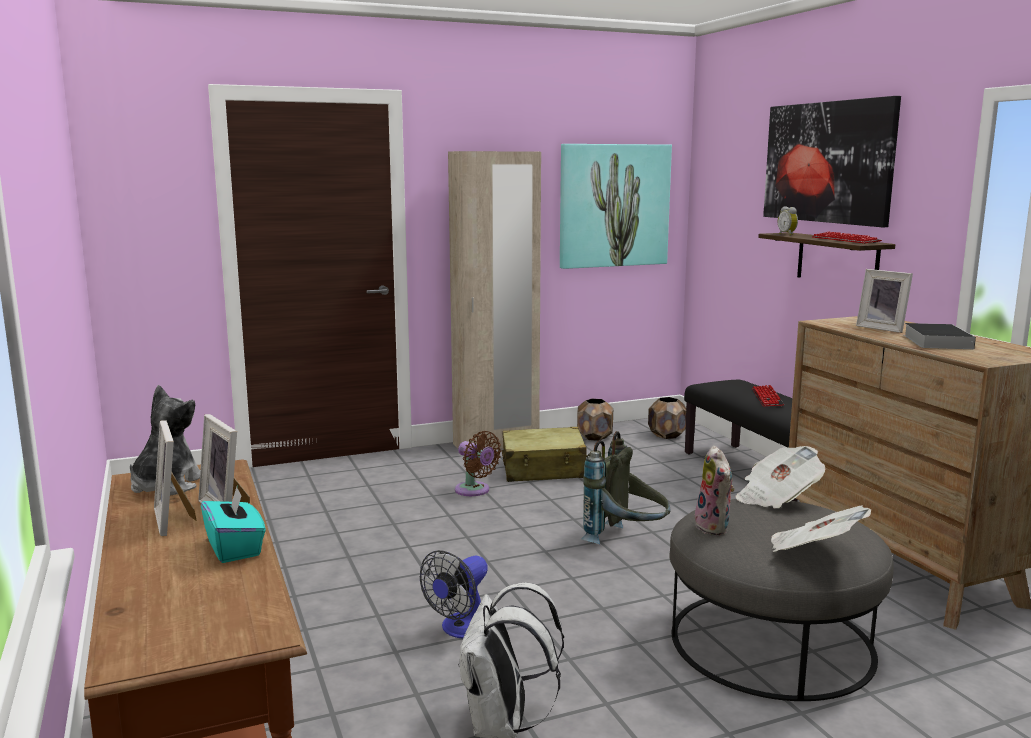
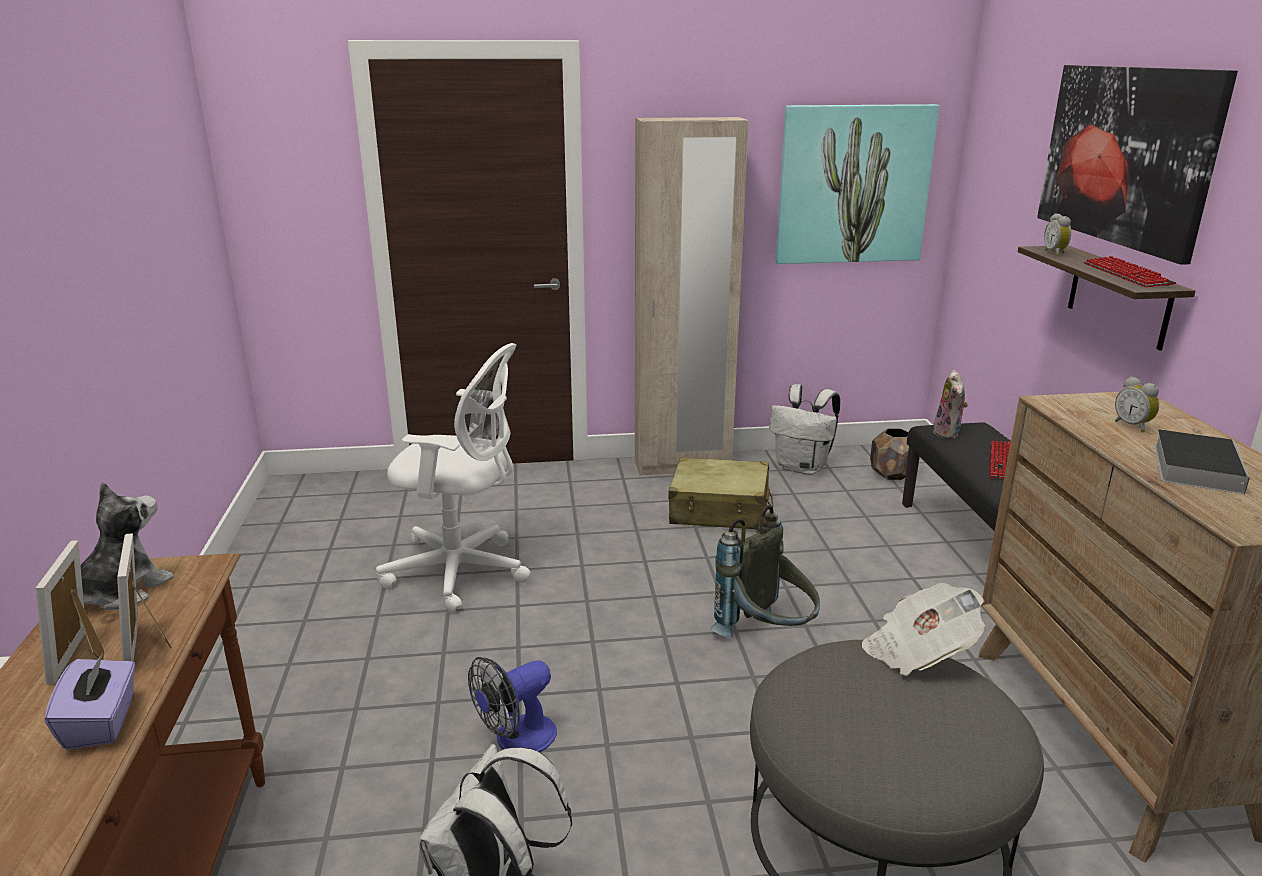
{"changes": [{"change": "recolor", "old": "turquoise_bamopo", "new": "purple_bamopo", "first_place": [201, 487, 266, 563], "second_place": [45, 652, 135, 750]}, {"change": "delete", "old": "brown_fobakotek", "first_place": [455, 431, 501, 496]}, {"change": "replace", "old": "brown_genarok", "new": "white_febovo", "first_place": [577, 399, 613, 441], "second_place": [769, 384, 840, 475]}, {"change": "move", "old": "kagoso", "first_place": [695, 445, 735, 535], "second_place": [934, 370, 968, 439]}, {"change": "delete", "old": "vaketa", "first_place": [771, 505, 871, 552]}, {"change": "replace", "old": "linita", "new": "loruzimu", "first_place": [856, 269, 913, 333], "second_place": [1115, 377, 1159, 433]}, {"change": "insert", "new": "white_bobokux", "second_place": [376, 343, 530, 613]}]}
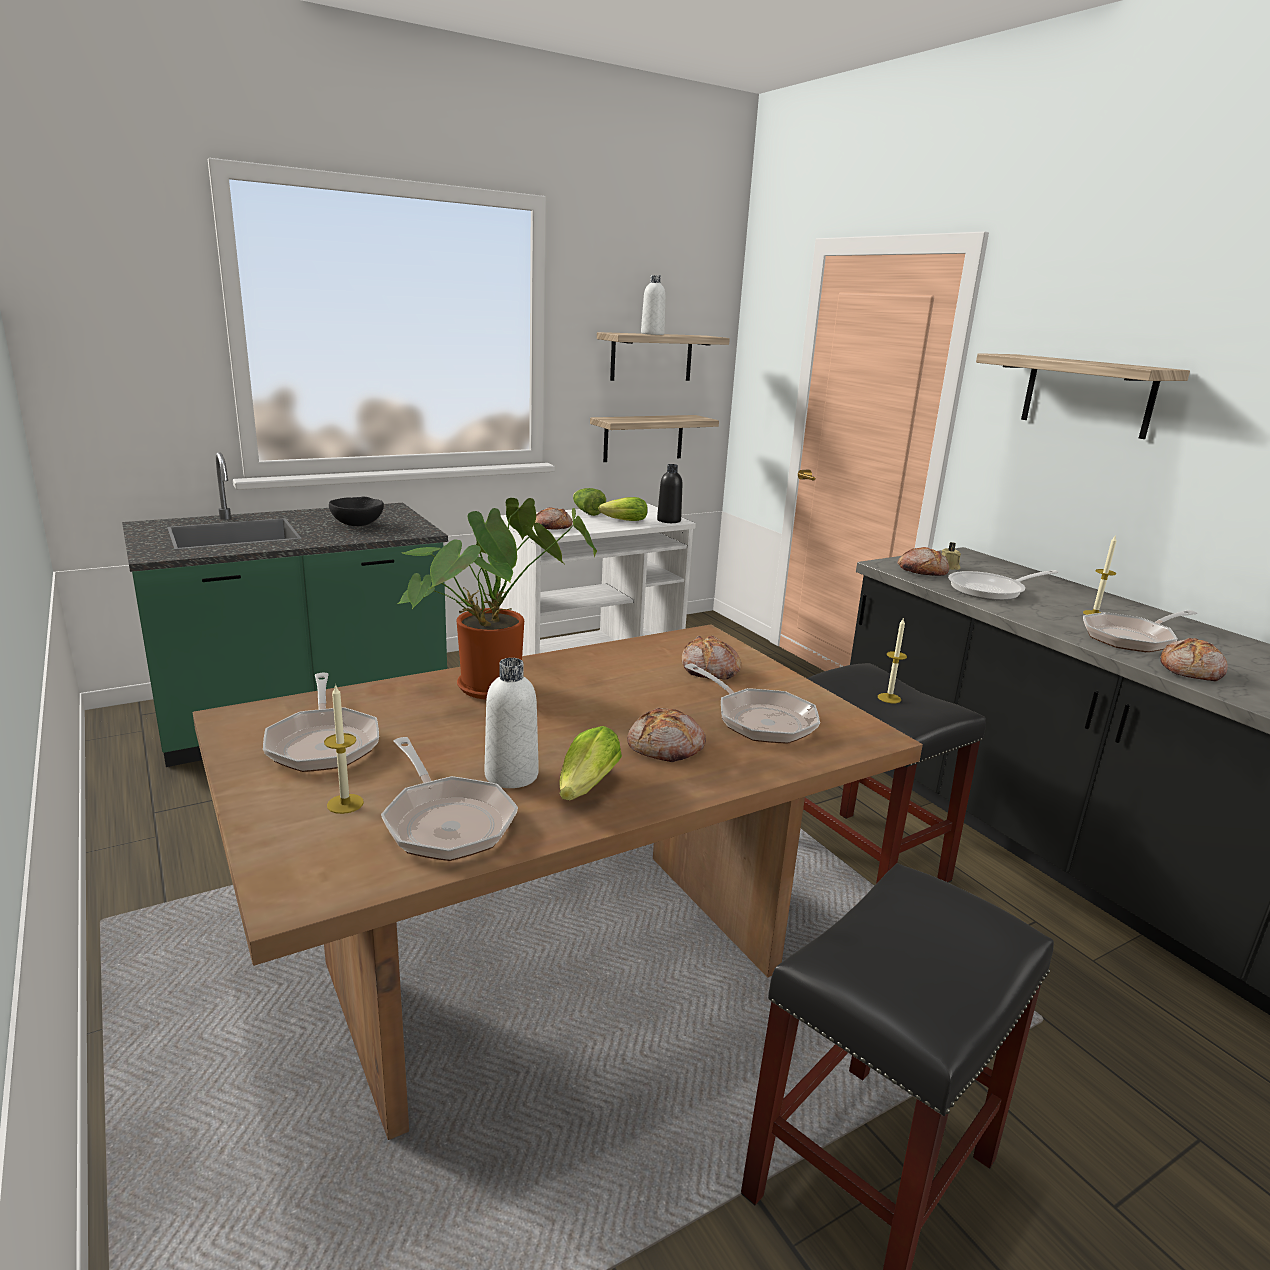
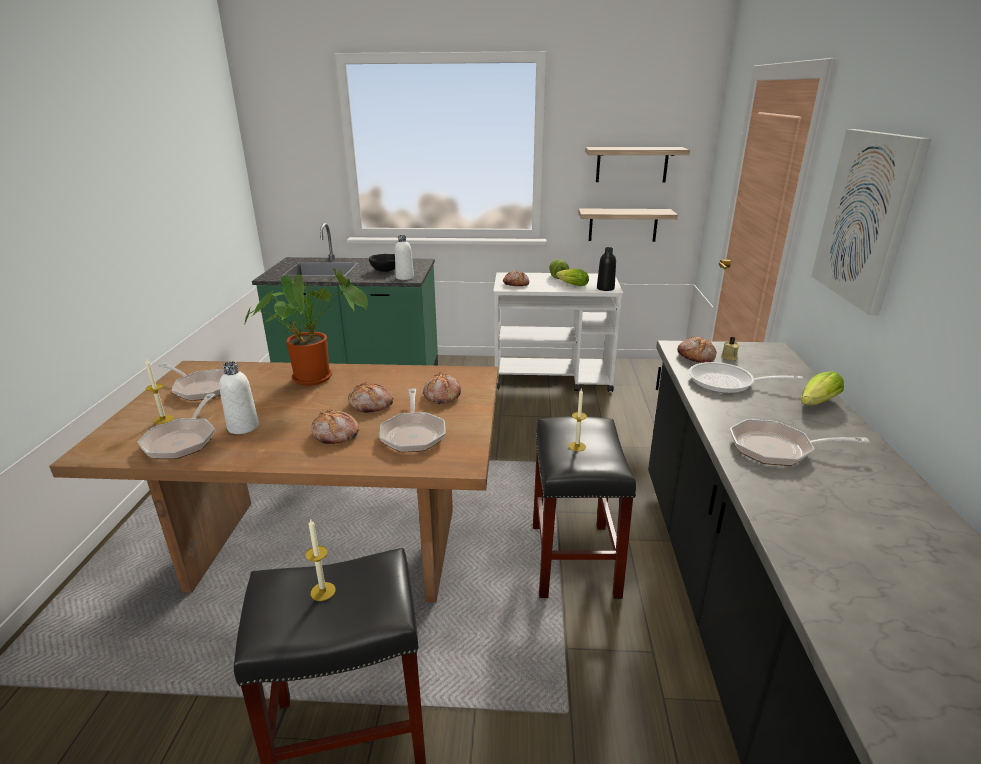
{"changes": [{"change": "rotate", "old": "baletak", "first_place": [263, 673, 379, 772], "second_place": [158, 363, 224, 401], "degrees": -75}, {"change": "move", "old": "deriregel", "first_place": [559, 726, 622, 800], "second_place": [801, 371, 844, 405]}, {"change": "move", "old": "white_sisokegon", "first_place": [641, 275, 665, 335], "second_place": [395, 235, 414, 280]}, {"change": "replace", "old": "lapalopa", "new": "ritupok", "first_place": [976, 353, 1190, 439], "second_place": [811, 129, 931, 315]}, {"change": "move", "old": "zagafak", "first_place": [1083, 536, 1117, 615], "second_place": [305, 518, 336, 601]}, {"change": "move", "old": "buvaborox", "first_place": [1160, 638, 1228, 681], "second_place": [348, 382, 393, 413]}]}
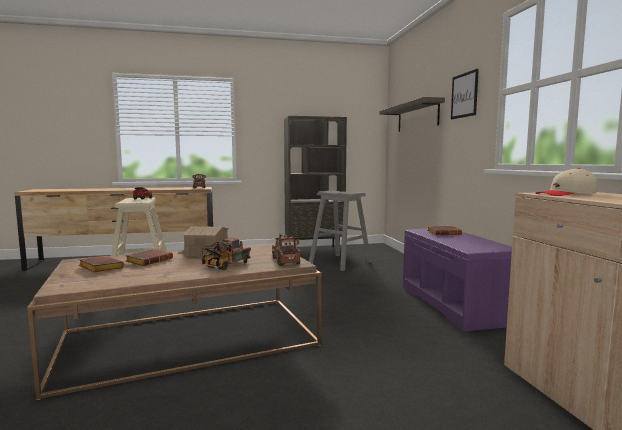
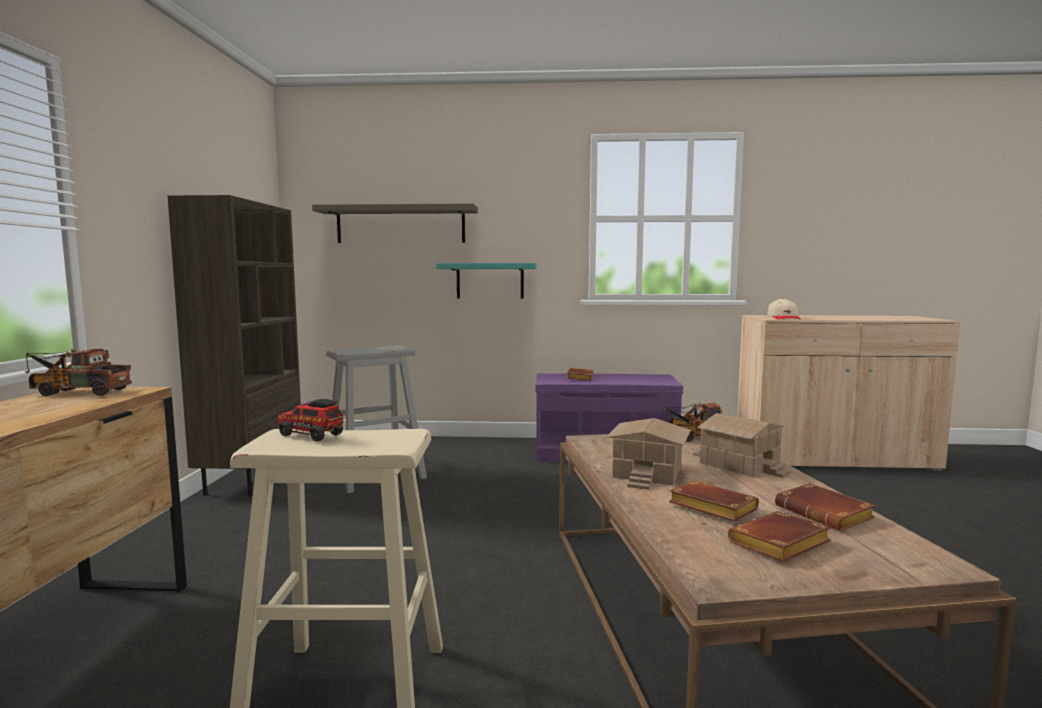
{"changes": [{"change": "replace", "old": "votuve", "new": "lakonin", "first_place": [202, 238, 251, 270], "second_place": [693, 413, 792, 478]}, {"change": "delete", "old": "ritupok", "first_place": [451, 69, 479, 119]}, {"change": "insert", "new": "turquoise_lapalopa", "second_place": [436, 263, 537, 299]}, {"change": "insert", "new": "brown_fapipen", "second_place": [775, 483, 875, 531]}]}
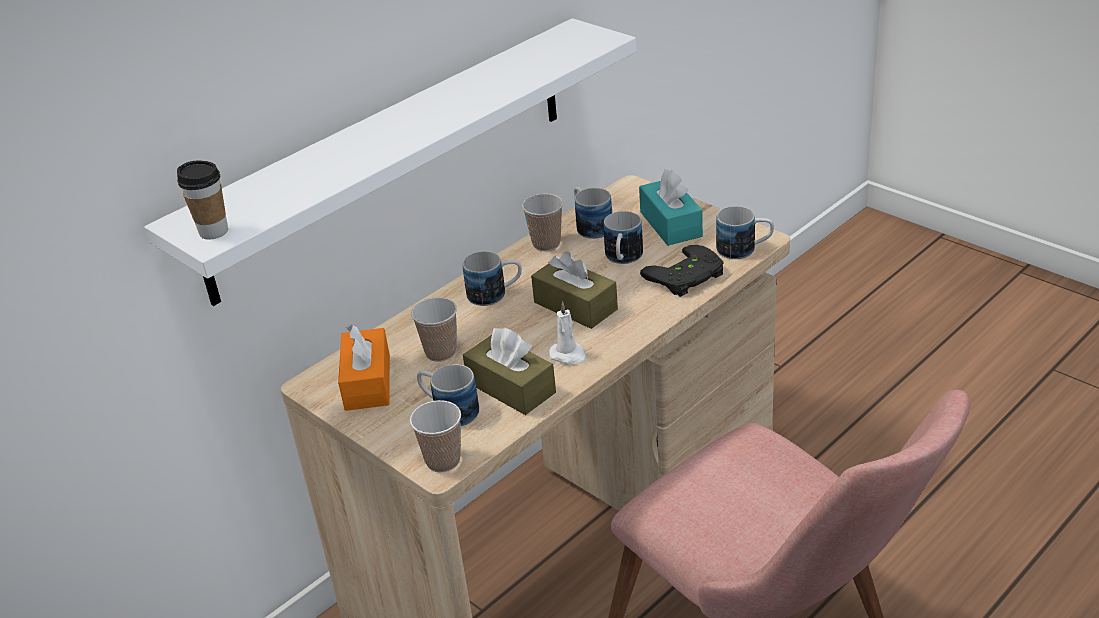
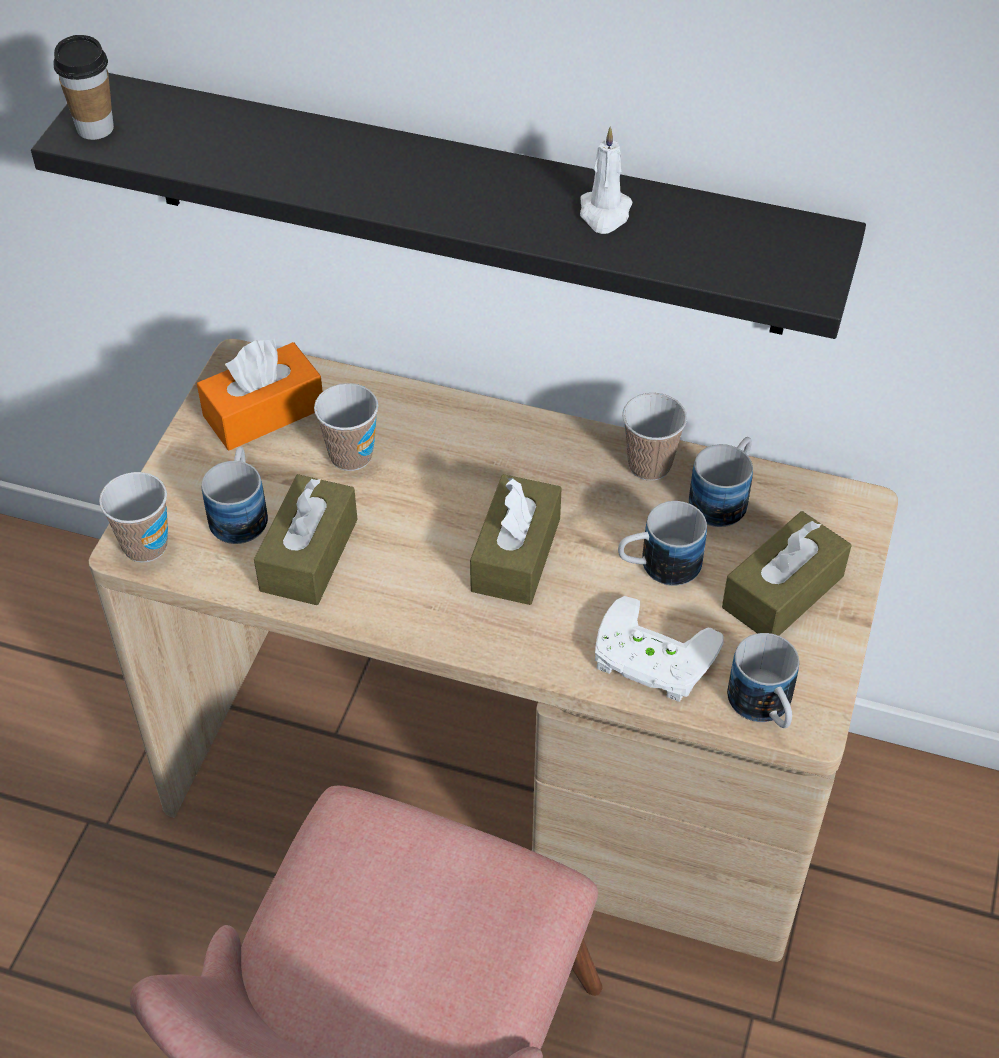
{"changes": [{"change": "recolor", "old": "white_lapalopa", "new": "black_lapalopa", "first_place": [144, 18, 636, 306], "second_place": [31, 73, 866, 339]}, {"change": "delete", "old": "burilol", "first_place": [463, 251, 522, 306]}, {"change": "move", "old": "white_zagafak", "first_place": [549, 301, 587, 365], "second_place": [580, 127, 633, 234]}, {"change": "recolor", "old": "turquoise_bamopo", "new": "brown_bamopo", "first_place": [639, 169, 703, 246], "second_place": [722, 511, 852, 636]}, {"change": "recolor", "old": "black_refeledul", "new": "white_refeledul", "first_place": [640, 245, 724, 297], "second_place": [595, 596, 724, 702]}]}
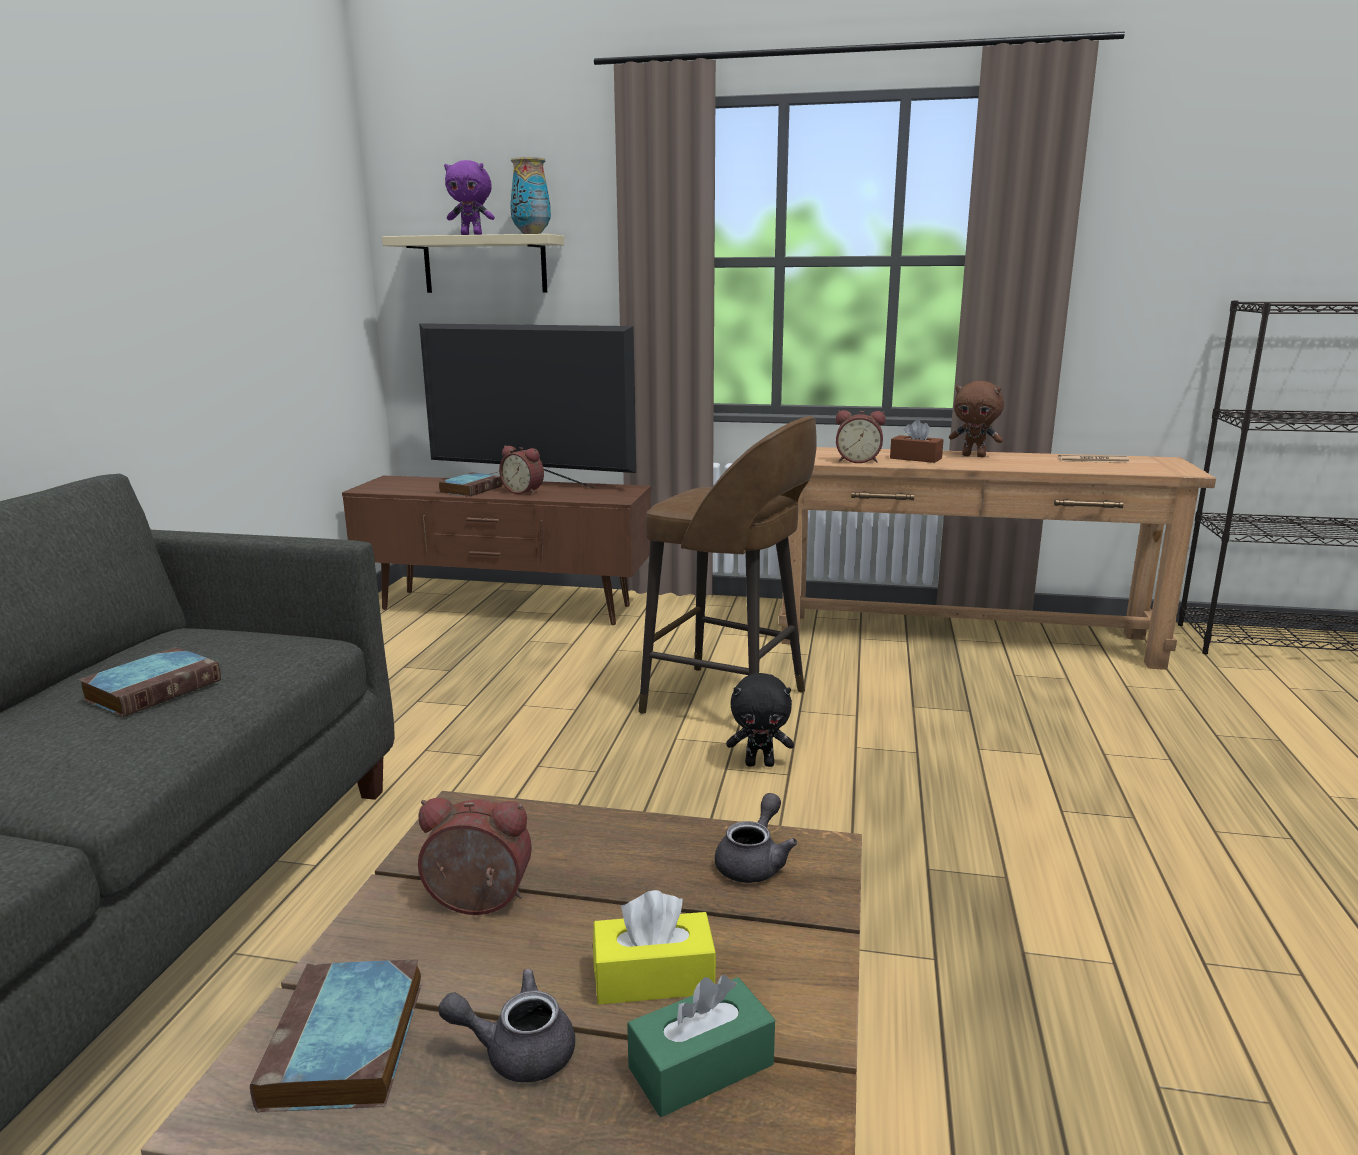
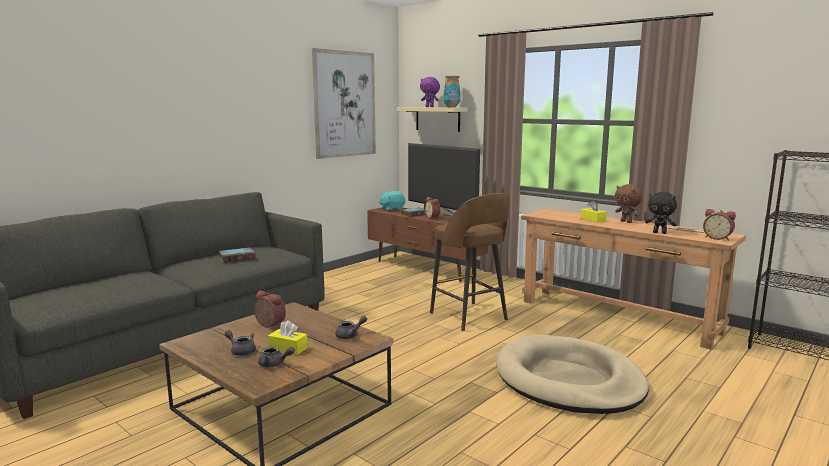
{"changes": [{"change": "delete", "old": "fapipen", "first_place": [250, 960, 421, 1112]}, {"change": "replace", "old": "green_bamopo", "new": "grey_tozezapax", "first_place": [627, 975, 775, 1117], "second_place": [258, 346, 295, 367]}, {"change": "move", "old": "black_kagoso", "first_place": [727, 673, 794, 767], "second_place": [645, 192, 677, 234]}, {"change": "move", "old": "loruzimu", "first_place": [836, 410, 885, 463], "second_place": [703, 209, 736, 241]}, {"change": "recolor", "old": "brown_bamopo", "new": "yellow_bamopo", "first_place": [890, 419, 944, 463], "second_place": [581, 201, 607, 223]}, {"change": "insert", "new": "ritupok", "second_place": [312, 48, 376, 159]}, {"change": "insert", "new": "turquoise_kagoso", "second_place": [379, 191, 405, 211]}, {"change": "insert", "new": "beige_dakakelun", "second_place": [496, 335, 649, 414]}]}
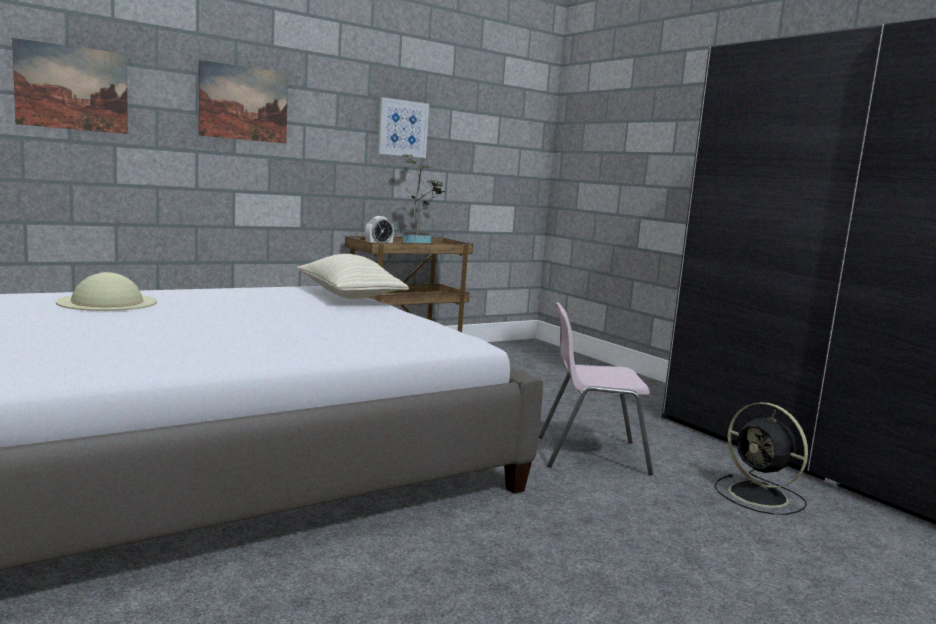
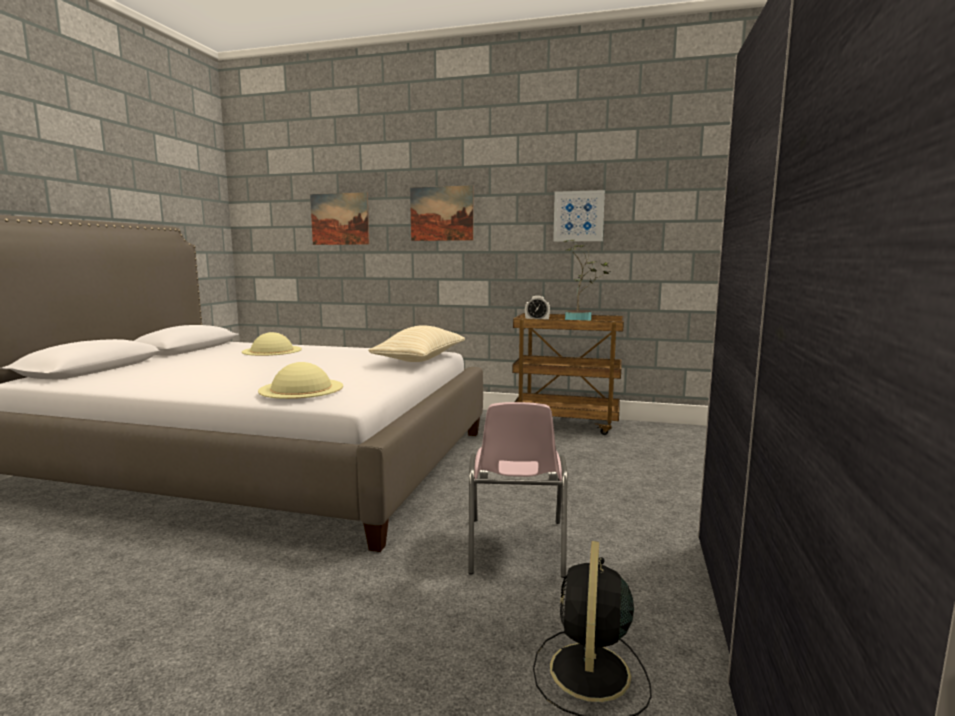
{"changes": [{"change": "rotate", "old": "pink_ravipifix", "first_place": [539, 302, 653, 475], "second_place": [468, 402, 567, 578], "degrees": -135}, {"change": "insert", "new": "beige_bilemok", "second_place": [258, 362, 343, 399]}]}
